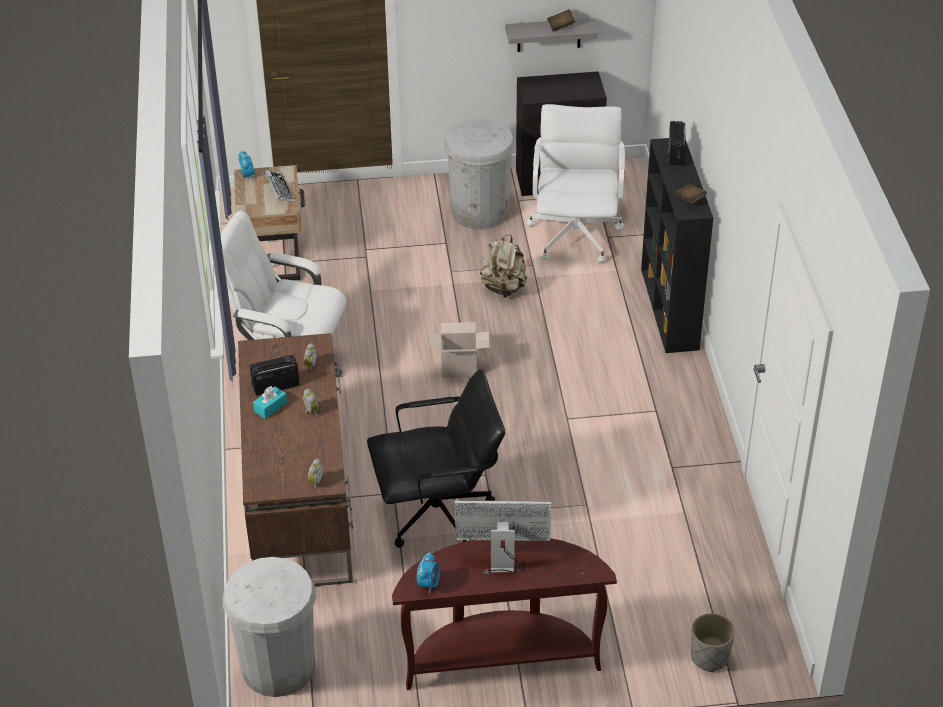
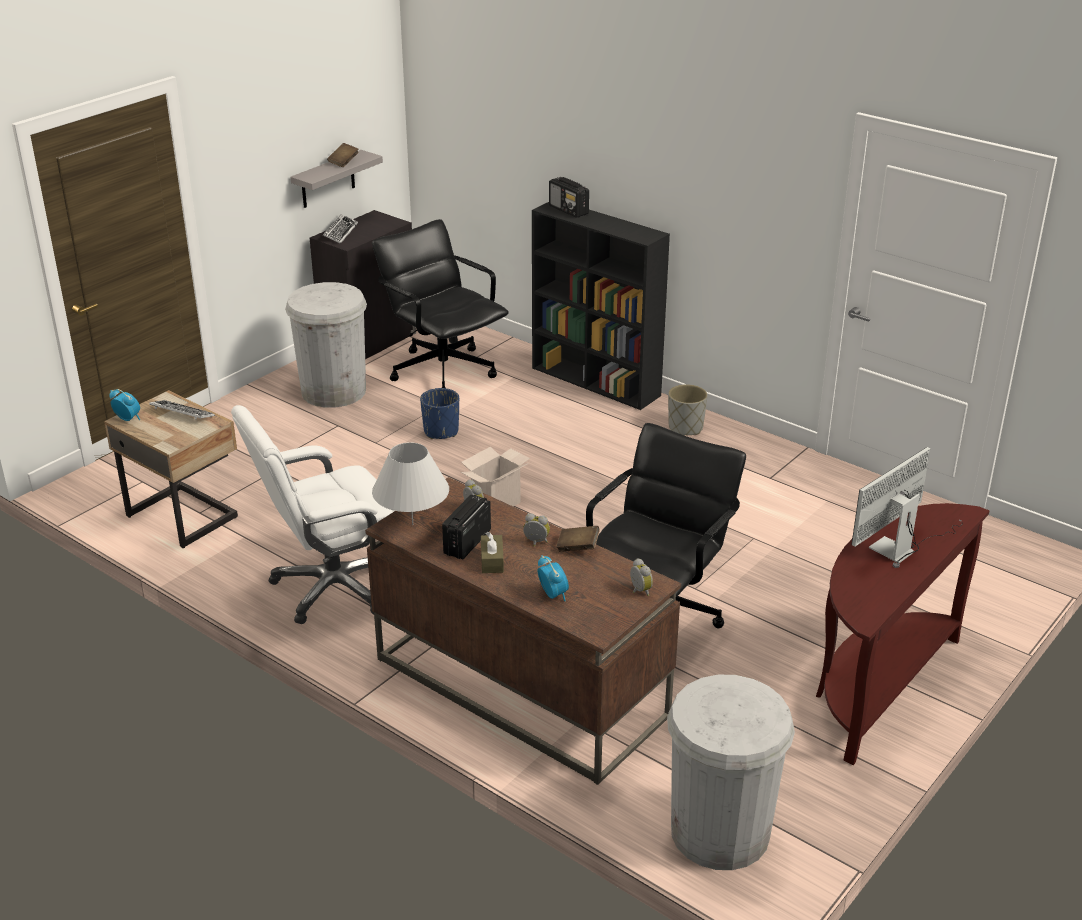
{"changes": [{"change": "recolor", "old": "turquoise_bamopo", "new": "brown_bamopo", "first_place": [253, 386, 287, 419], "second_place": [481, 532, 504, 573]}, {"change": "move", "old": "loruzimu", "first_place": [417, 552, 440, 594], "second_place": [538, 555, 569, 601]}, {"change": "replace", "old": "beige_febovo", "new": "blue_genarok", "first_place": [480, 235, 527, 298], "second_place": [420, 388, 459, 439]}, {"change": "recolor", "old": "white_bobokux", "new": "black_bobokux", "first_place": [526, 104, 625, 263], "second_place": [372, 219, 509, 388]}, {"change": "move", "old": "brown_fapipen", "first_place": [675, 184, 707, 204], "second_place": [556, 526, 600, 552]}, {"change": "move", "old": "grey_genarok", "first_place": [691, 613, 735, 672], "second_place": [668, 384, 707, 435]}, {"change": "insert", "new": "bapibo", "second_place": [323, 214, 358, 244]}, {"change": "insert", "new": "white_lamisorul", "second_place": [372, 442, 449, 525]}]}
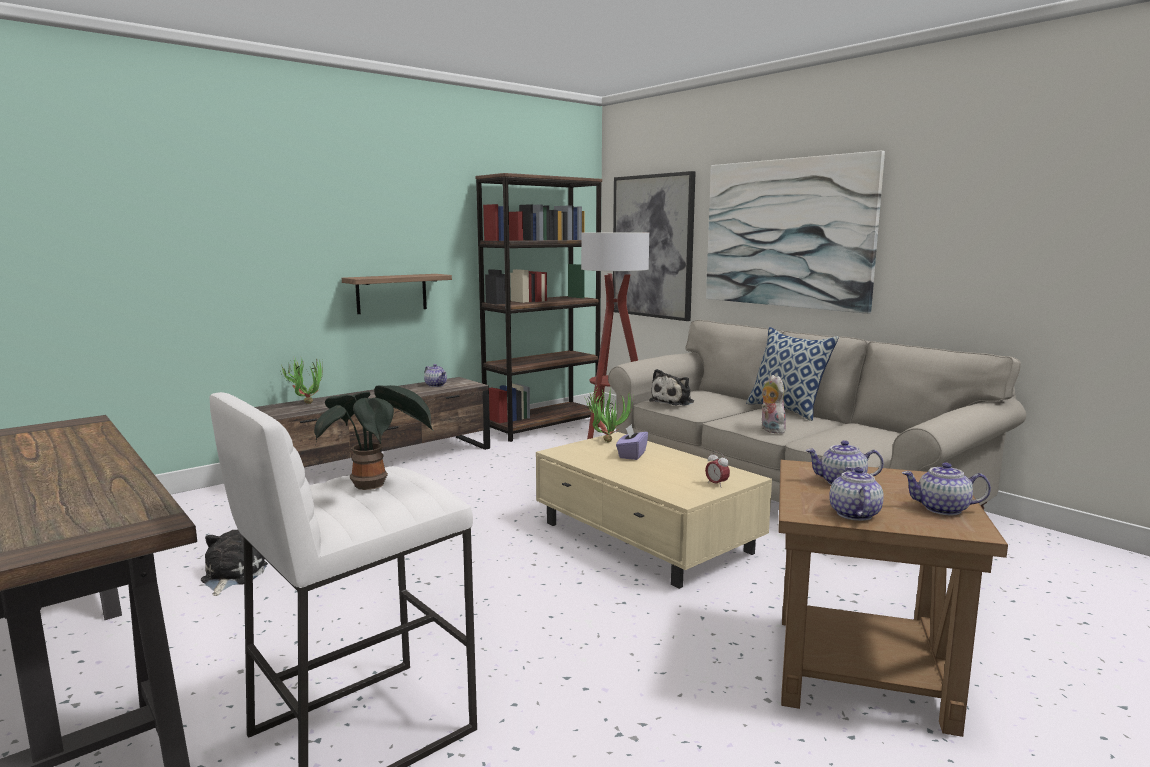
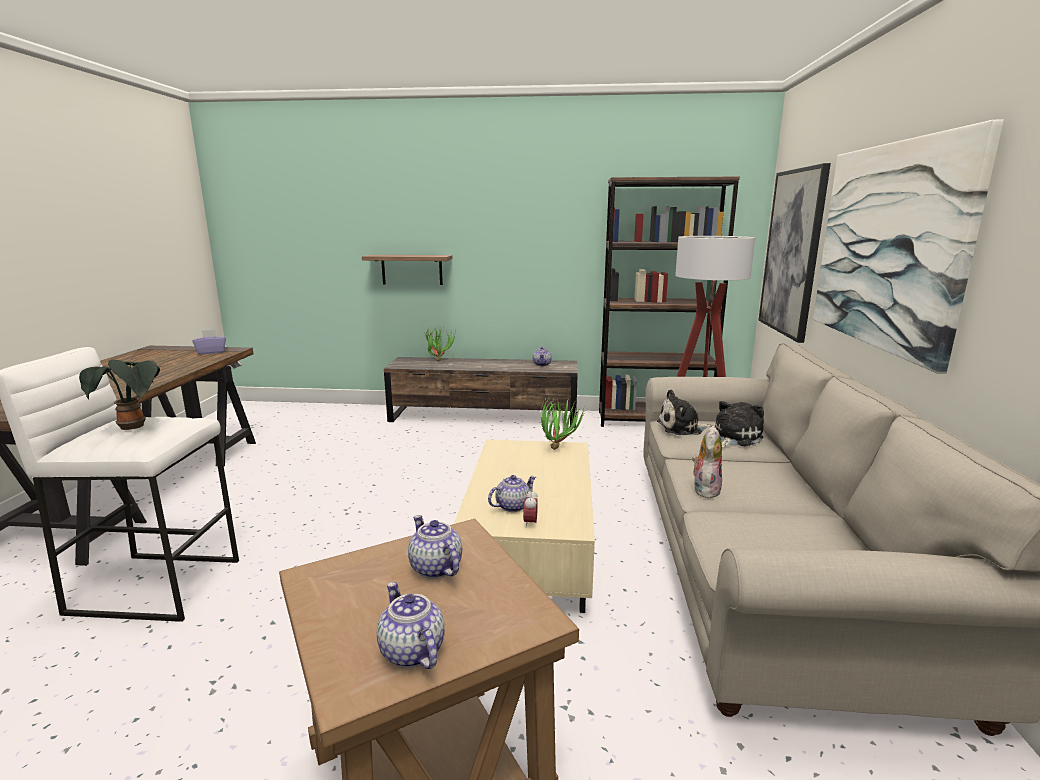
{"changes": [{"change": "move", "old": "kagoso", "first_place": [201, 529, 268, 596], "second_place": [715, 401, 764, 448]}, {"change": "move", "old": "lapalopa", "first_place": [342, 274, 452, 314], "second_place": [362, 255, 452, 285]}, {"change": "move", "old": "purple_bamopo", "first_place": [616, 424, 648, 460], "second_place": [193, 329, 226, 354]}, {"change": "delete", "old": "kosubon", "first_place": [746, 327, 839, 421]}, {"change": "move", "old": "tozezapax", "first_place": [829, 467, 884, 521], "second_place": [488, 475, 536, 512]}]}
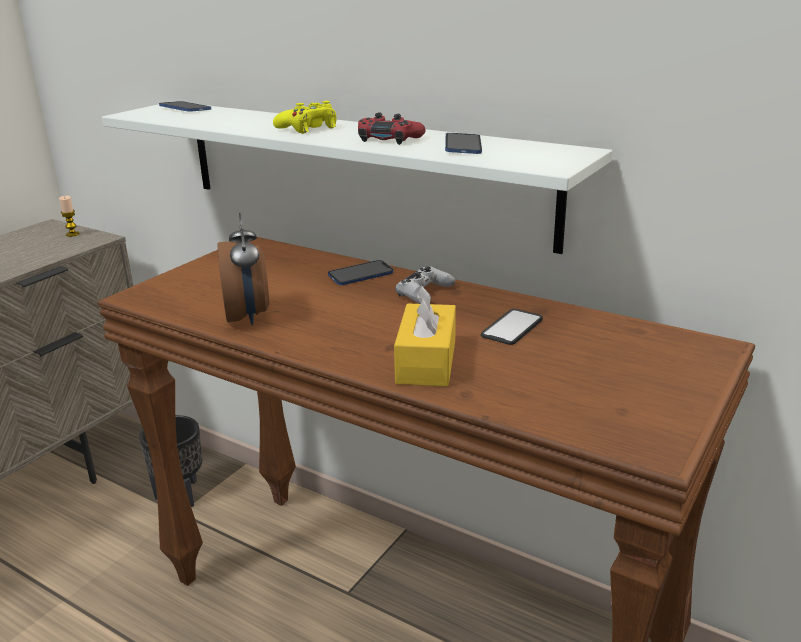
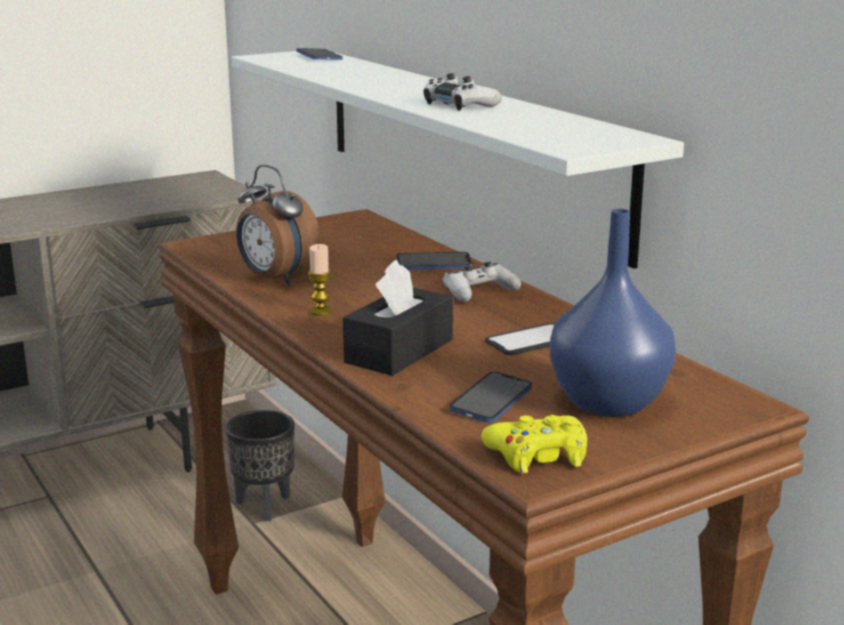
{"changes": [{"change": "move", "old": "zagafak", "first_place": [59, 196, 80, 237], "second_place": [308, 244, 332, 316]}, {"change": "rotate", "old": "loruzimu", "first_place": [218, 213, 270, 325], "second_place": [236, 165, 321, 286], "degrees": 120}, {"change": "move", "old": "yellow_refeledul", "first_place": [273, 101, 336, 134], "second_place": [481, 415, 587, 473]}, {"change": "recolor", "old": "red_refeledul", "new": "white_refeledul", "first_place": [358, 112, 426, 145], "second_place": [423, 73, 502, 111]}, {"change": "recolor", "old": "yellow_bamopo", "new": "black_bamopo", "first_place": [394, 285, 456, 387], "second_place": [343, 260, 453, 376]}, {"change": "move", "old": "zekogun", "first_place": [445, 133, 482, 154], "second_place": [449, 372, 532, 423]}, {"change": "insert", "new": "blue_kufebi", "second_place": [550, 209, 676, 417]}]}
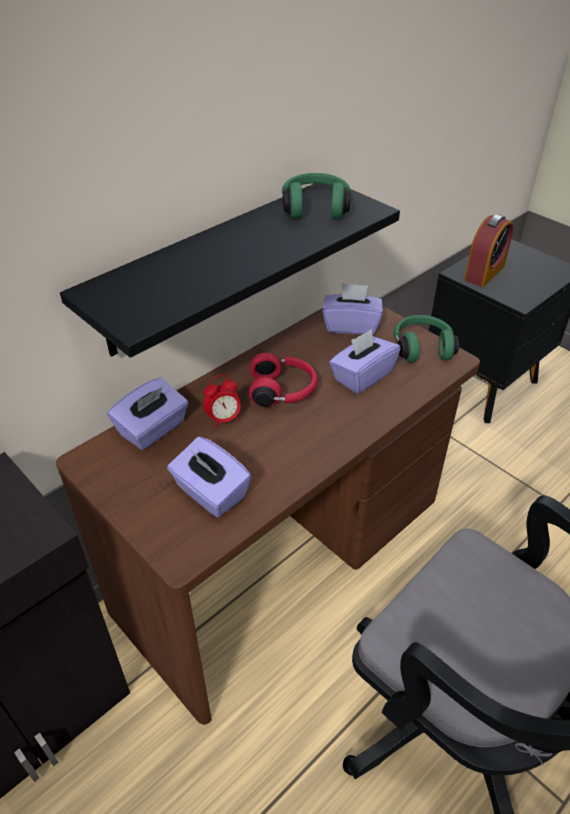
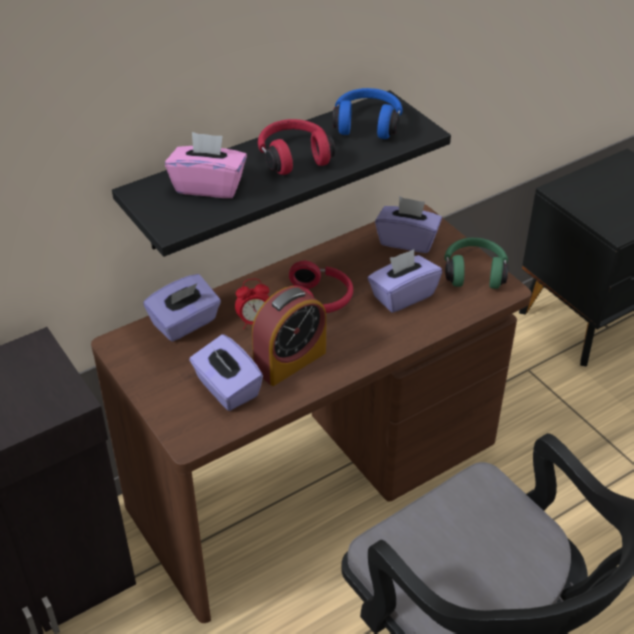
{"changes": [{"change": "recolor", "old": "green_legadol", "new": "blue_legadol", "first_place": [282, 173, 351, 219], "second_place": [332, 88, 403, 139]}, {"change": "move", "old": "loruzimu", "first_place": [464, 214, 513, 287], "second_place": [252, 286, 326, 386]}, {"change": "insert", "new": "pink_bamopo", "second_place": [165, 132, 247, 198]}, {"change": "insert", "new": "red_legadol", "second_place": [258, 119, 335, 175]}]}
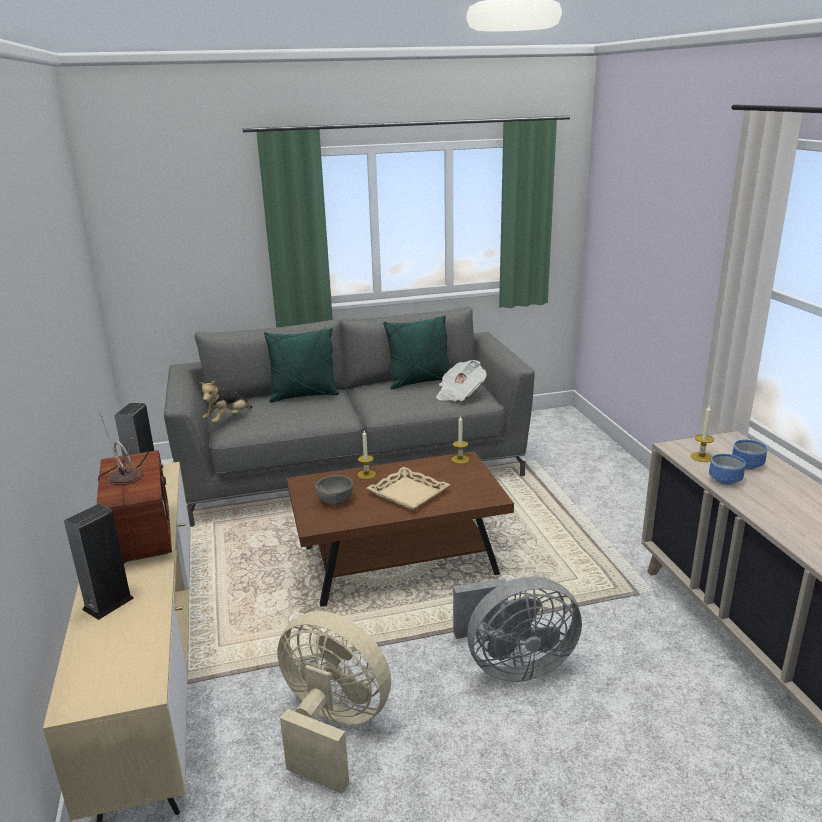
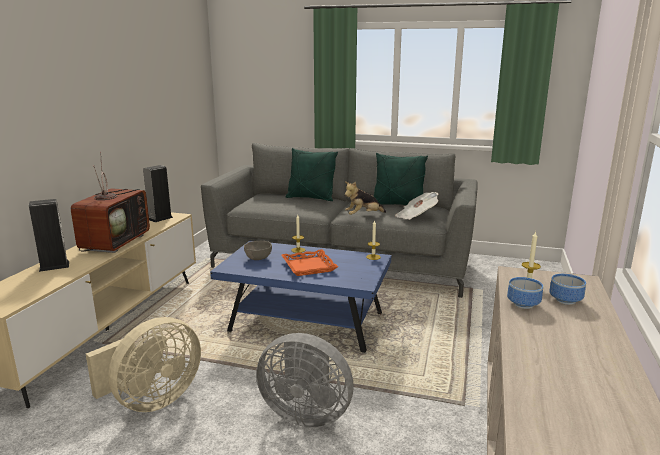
{"changes": [{"change": "move", "old": "kagoso", "first_place": [199, 380, 252, 423], "second_place": [345, 182, 386, 215]}, {"change": "rotate", "old": "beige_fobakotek", "first_place": [277, 611, 391, 794], "second_place": [86, 317, 201, 412], "degrees": 75}, {"change": "recolor", "old": "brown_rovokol", "new": "blue_rovokol", "first_place": [287, 451, 514, 607], "second_place": [210, 241, 391, 353]}, {"change": "recolor", "old": "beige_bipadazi", "new": "orange_bipadazi", "first_place": [367, 467, 450, 510], "second_place": [282, 249, 338, 276]}]}
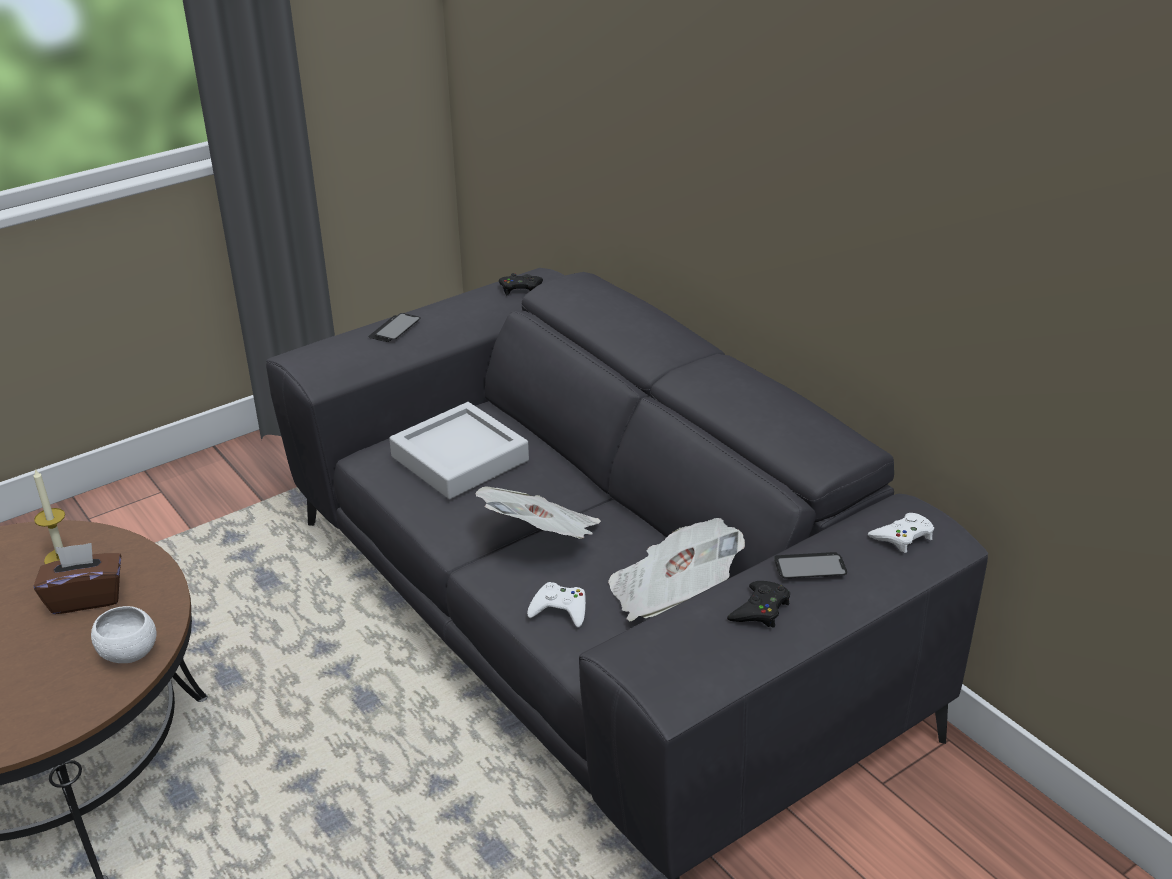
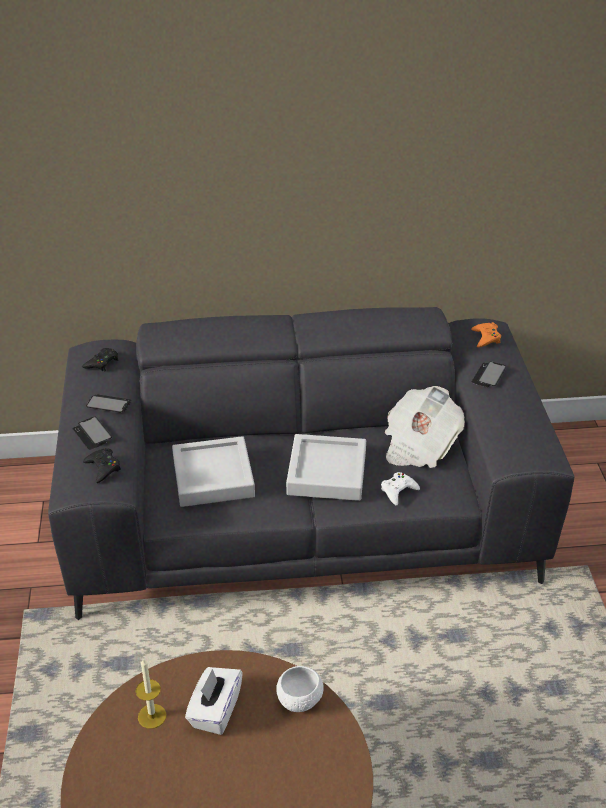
{"changes": [{"change": "recolor", "old": "brown_bamopo", "new": "white_bamopo", "first_place": [34, 543, 121, 614], "second_place": [185, 667, 243, 735]}, {"change": "replace", "old": "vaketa", "new": "grey_bipadazi", "first_place": [475, 486, 601, 539], "second_place": [286, 434, 366, 501]}, {"change": "move", "old": "black_refeledul", "first_place": [727, 581, 790, 628], "second_place": [83, 448, 121, 483]}, {"change": "recolor", "old": "white_refeledul", "new": "orange_refeledul", "first_place": [868, 513, 934, 553], "second_place": [471, 322, 501, 347]}, {"change": "insert", "new": "zekogun", "second_place": [86, 394, 131, 413]}]}
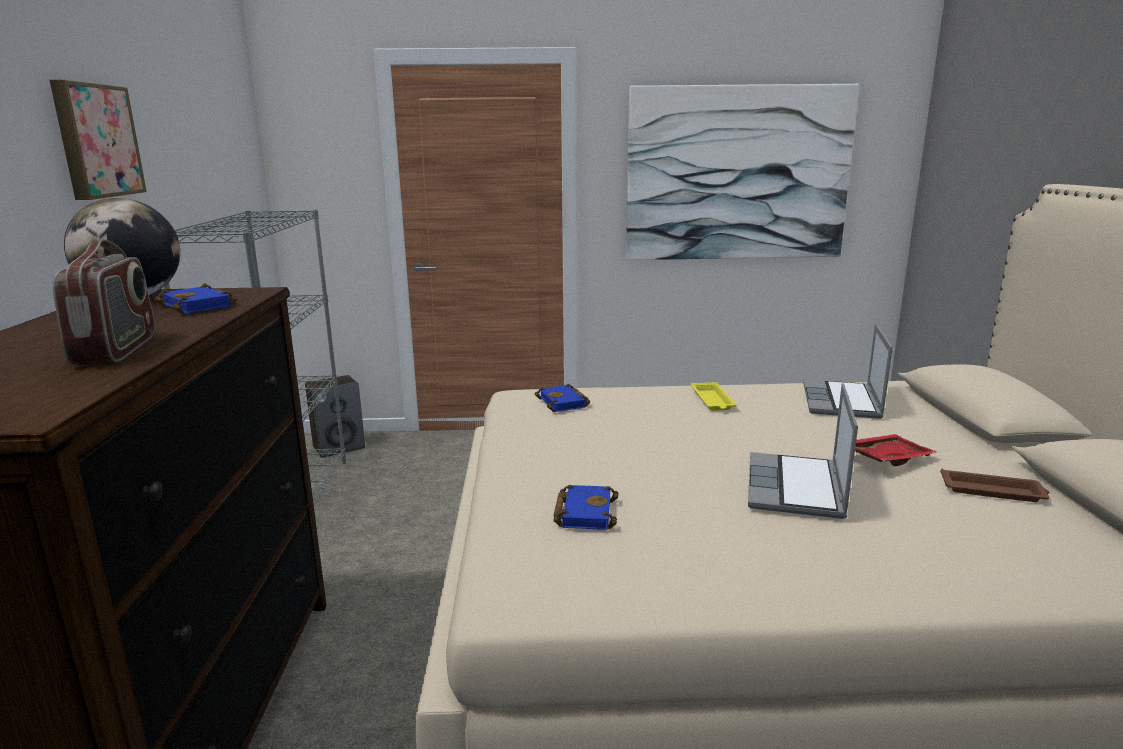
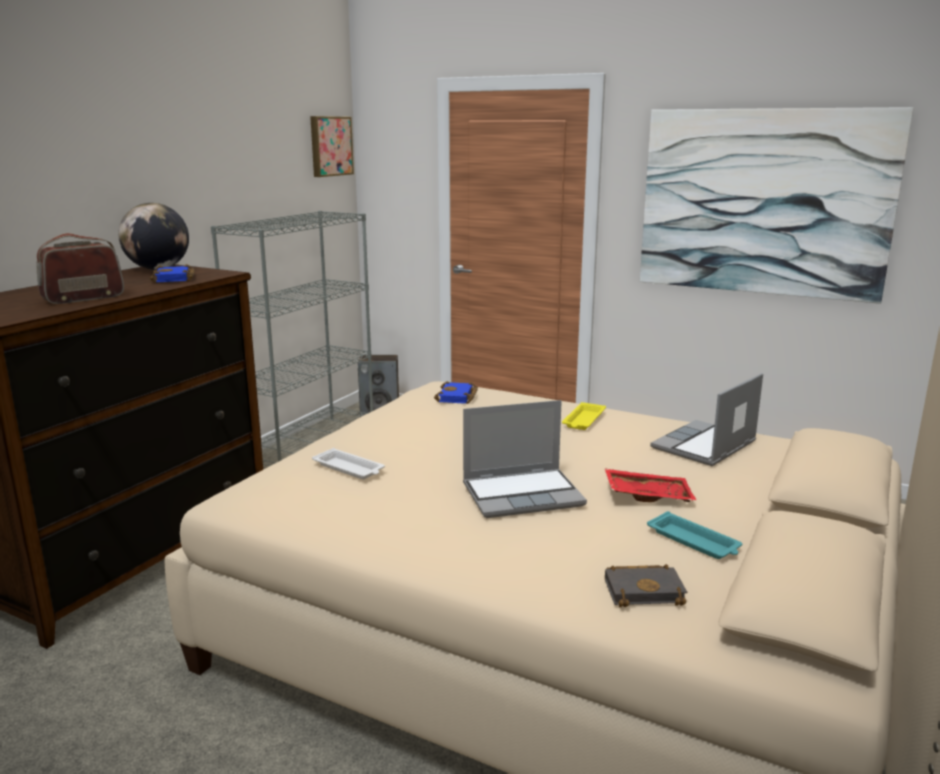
{"changes": [{"change": "move", "old": "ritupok", "first_place": [50, 80, 147, 200], "second_place": [310, 116, 354, 177]}, {"change": "rotate", "old": "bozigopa", "first_place": [53, 239, 155, 365], "second_place": [36, 233, 124, 304], "degrees": -150}, {"change": "replace", "old": "blue_fapipen", "new": "white_bipadazi", "first_place": [553, 485, 619, 530], "second_place": [312, 448, 385, 479]}, {"change": "rotate", "old": "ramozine", "first_place": [748, 383, 858, 519], "second_place": [463, 400, 587, 518], "degrees": -150}, {"change": "recolor", "old": "brown_bipadazi", "new": "turquoise_bipadazi", "first_place": [940, 469, 1050, 502], "second_place": [647, 511, 742, 559]}, {"change": "insert", "new": "black_fapipen", "second_place": [605, 564, 687, 607]}]}
